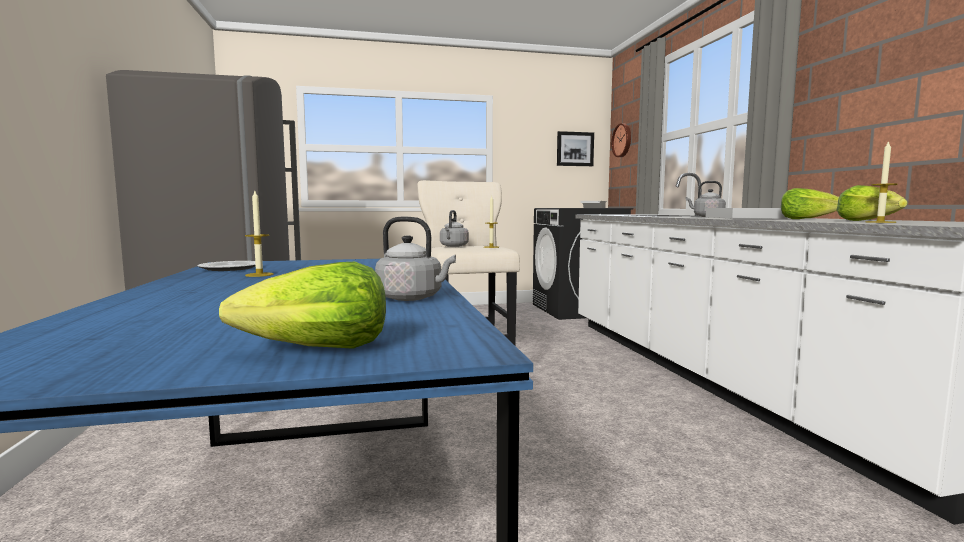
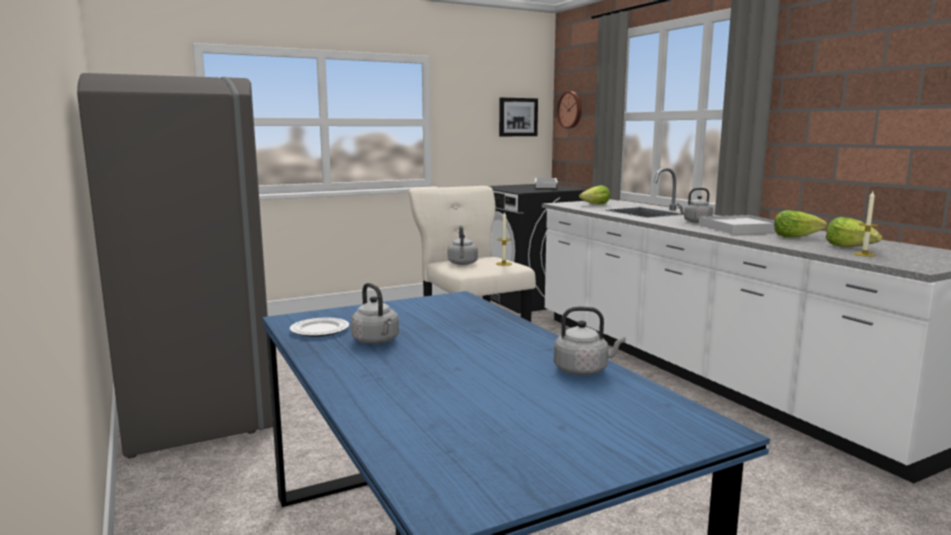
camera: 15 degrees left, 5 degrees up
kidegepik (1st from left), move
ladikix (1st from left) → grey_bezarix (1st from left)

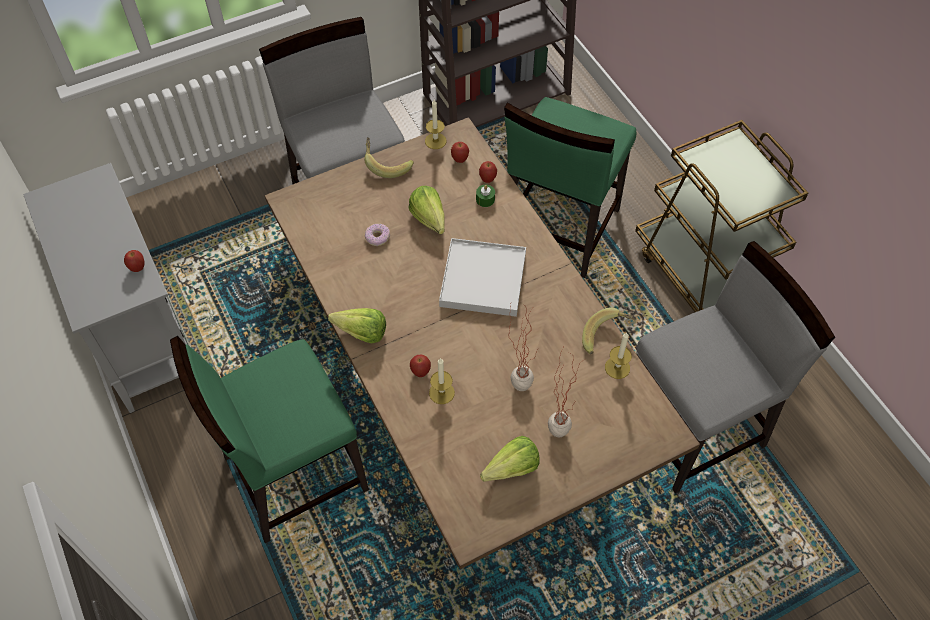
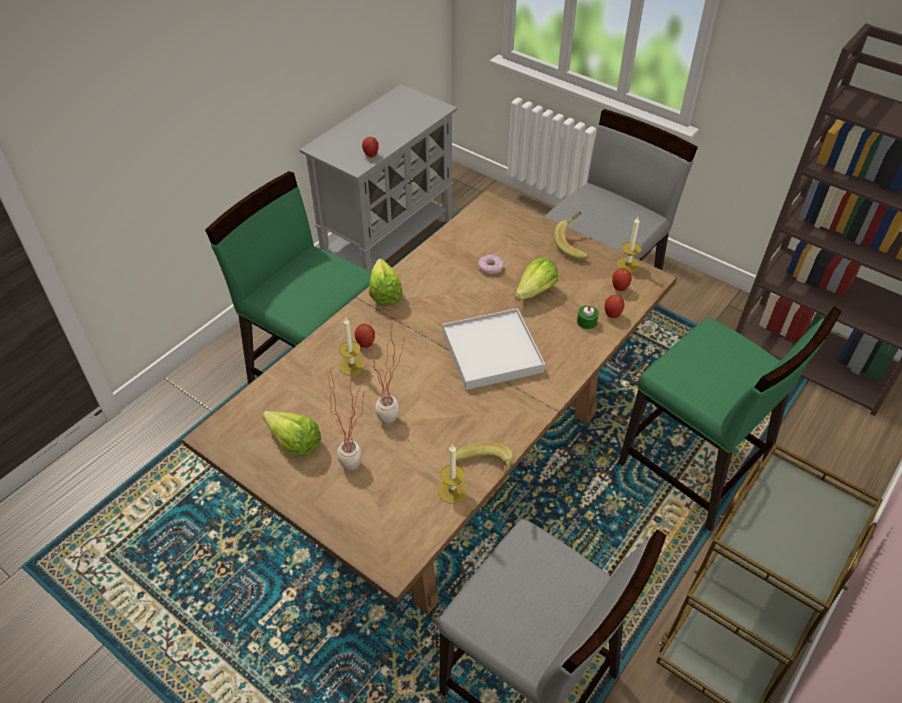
camera: 65 degrees right, 10 degrees down
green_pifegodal (2nd from left), 135 degrees counterclockwise

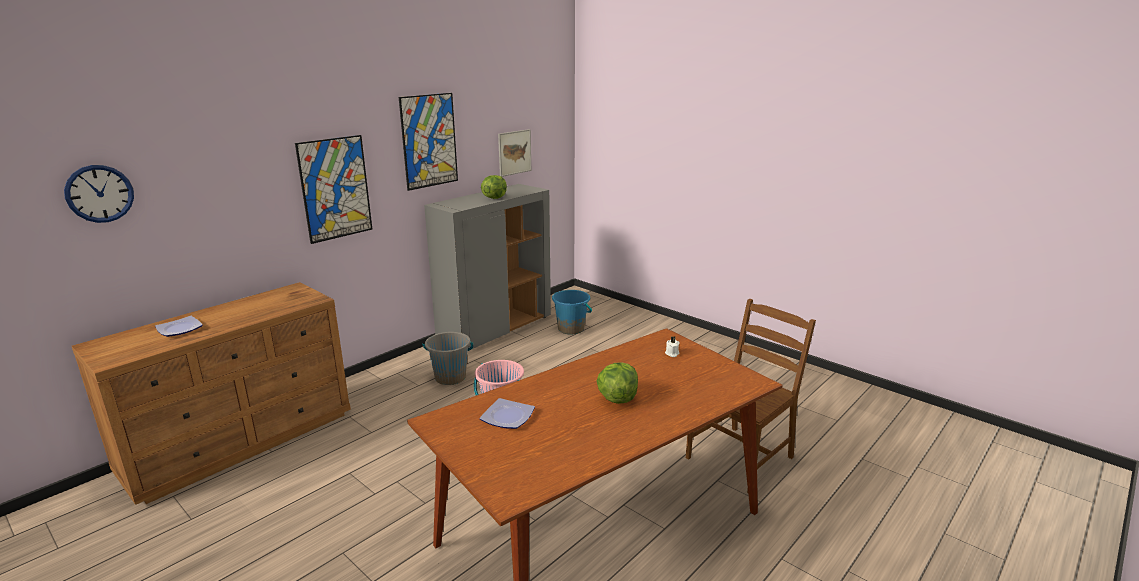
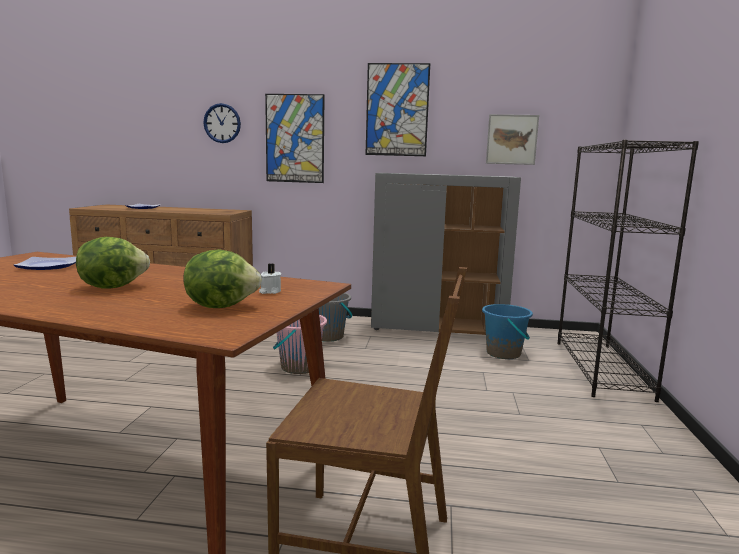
camera: 55 degrees right, 10 degrees down
- → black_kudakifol
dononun, move
kidegepik (1st from left in the first image) → kidegepik (2nd from left), move

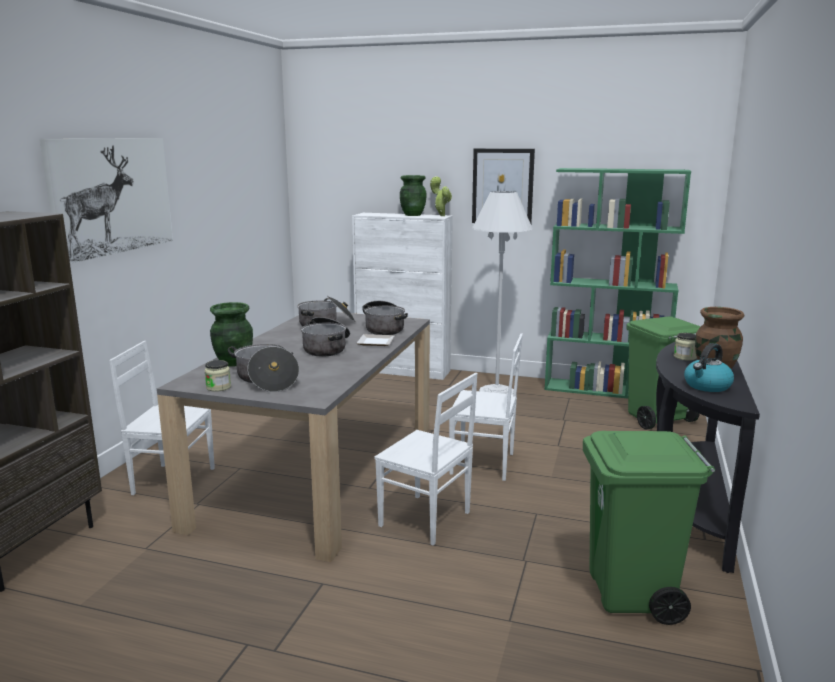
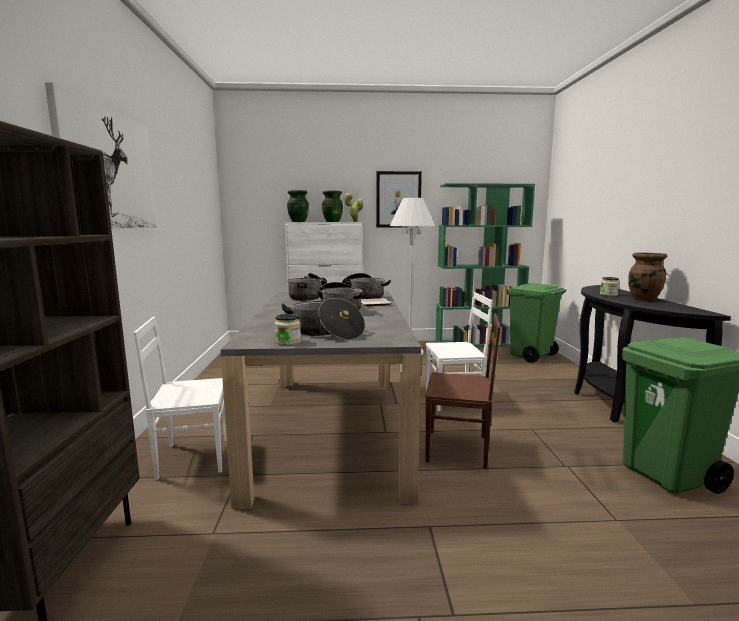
camera: 20 degrees left, 5 degrees down
bezarix → -
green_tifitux (1st from left), move
white_pifegodal (2nd from left) → brown_pifegodal

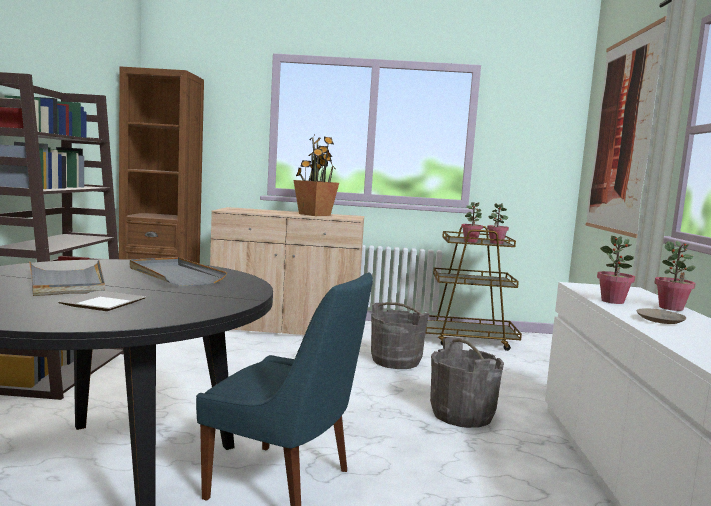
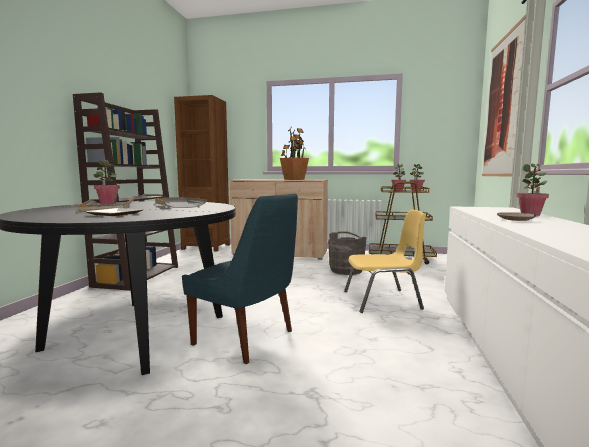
camera: 10 degrees right, 0 degrees up
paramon (4th from left in the first image) → paramon (1st from left), move
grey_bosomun (2nd from left) → yellow_pifegodal

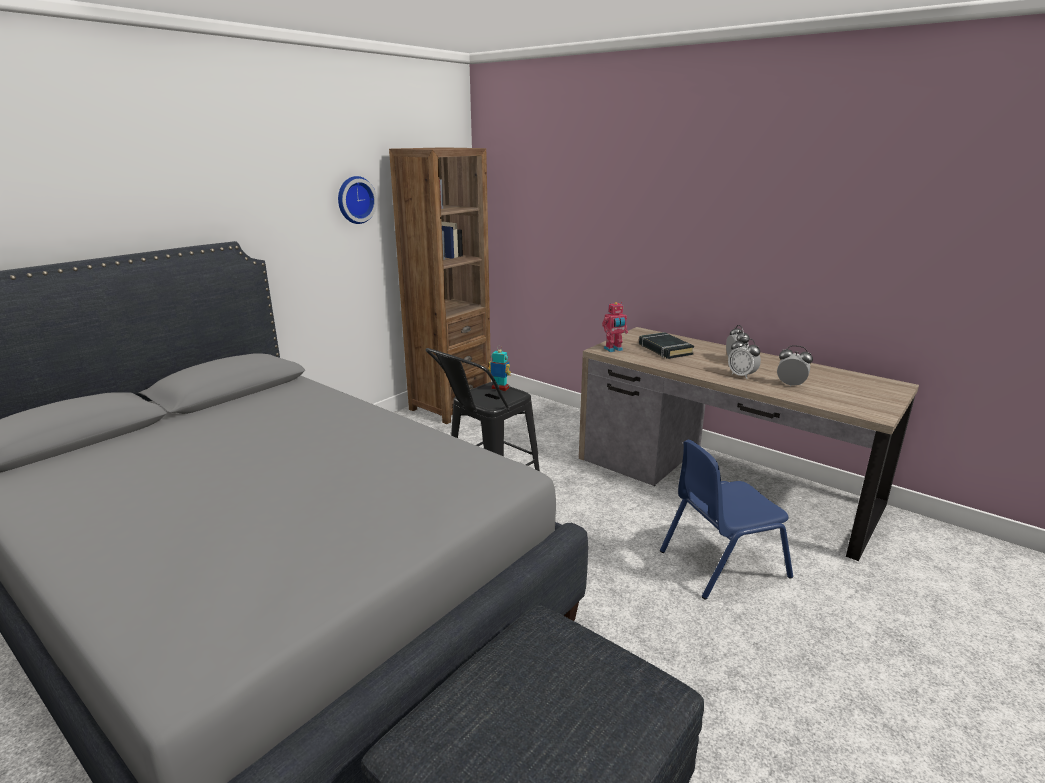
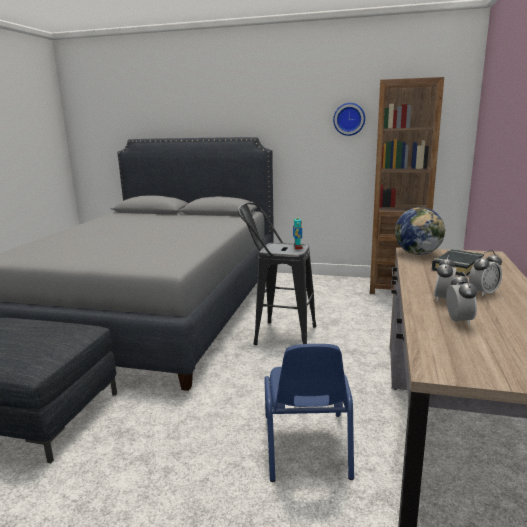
camera: 65 degrees right, 5 degrees down
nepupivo (2nd from left) → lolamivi
blue_pifegodal, 135 degrees counterclockwise

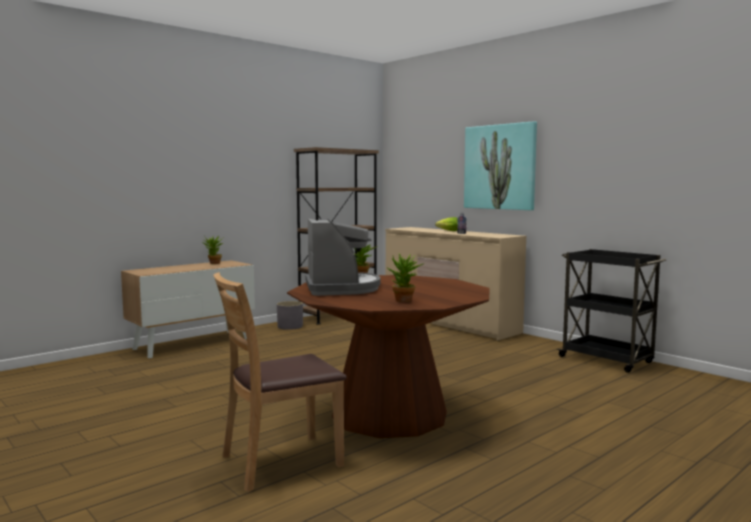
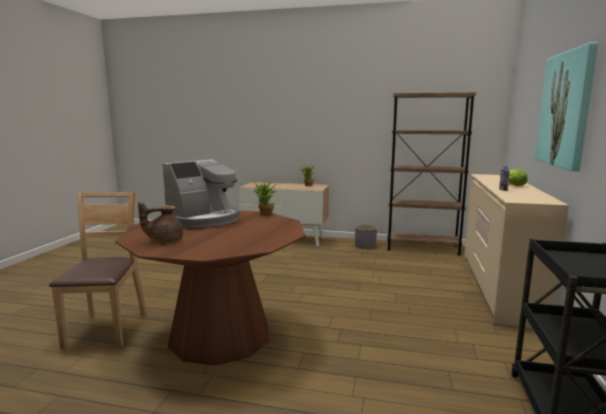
camera: 55 degrees right, 5 degrees up
paramon (3rd from left) → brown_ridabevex
brown_pifegodal, 60 degrees clockwise

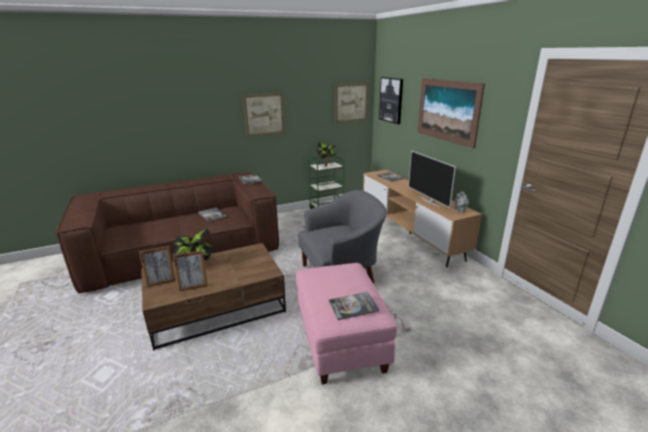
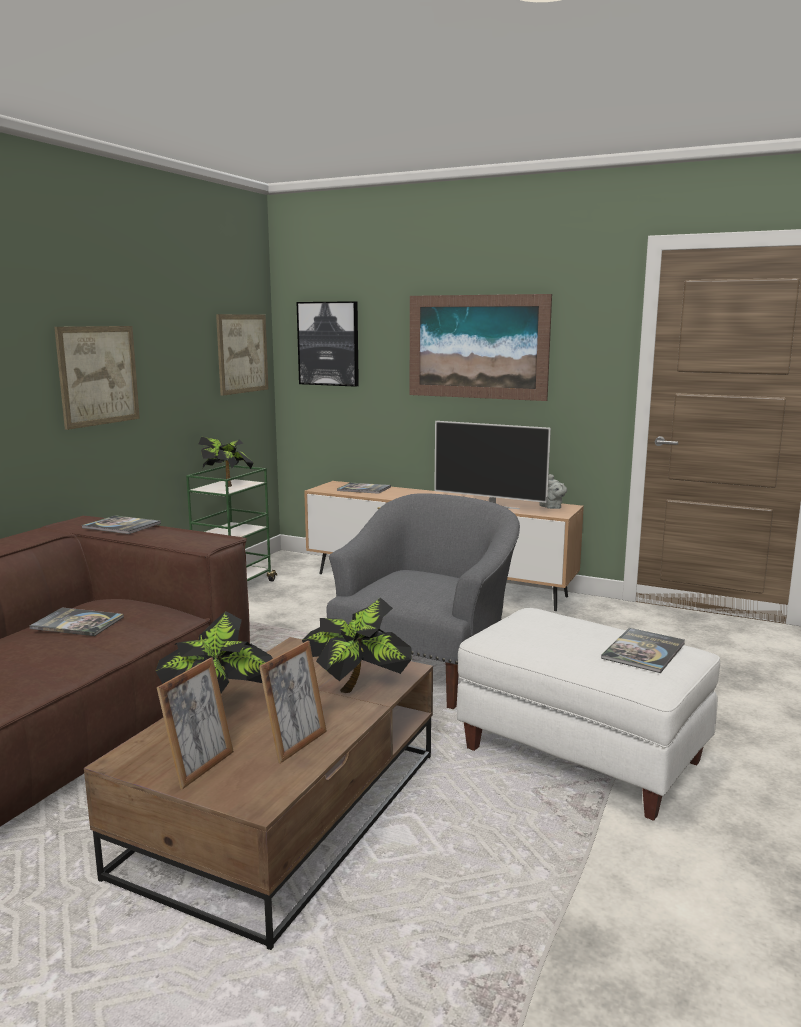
camera: 40 degrees left, 10 degrees down
- → paramon (3rd from left)
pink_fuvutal → white_fuvutal

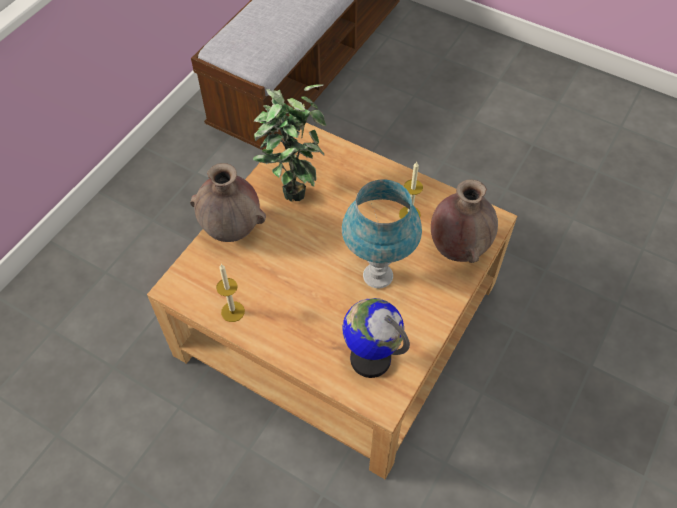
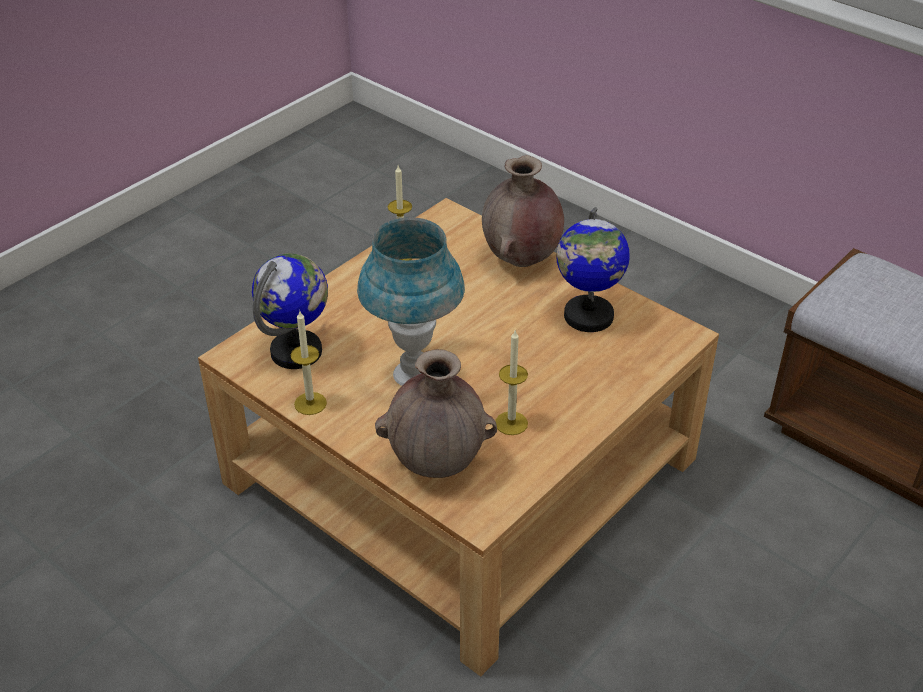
camera: 100 degrees right, 15 degrees down
- → ladikix (1st from left)
paramon → lolamivi (2nd from left)

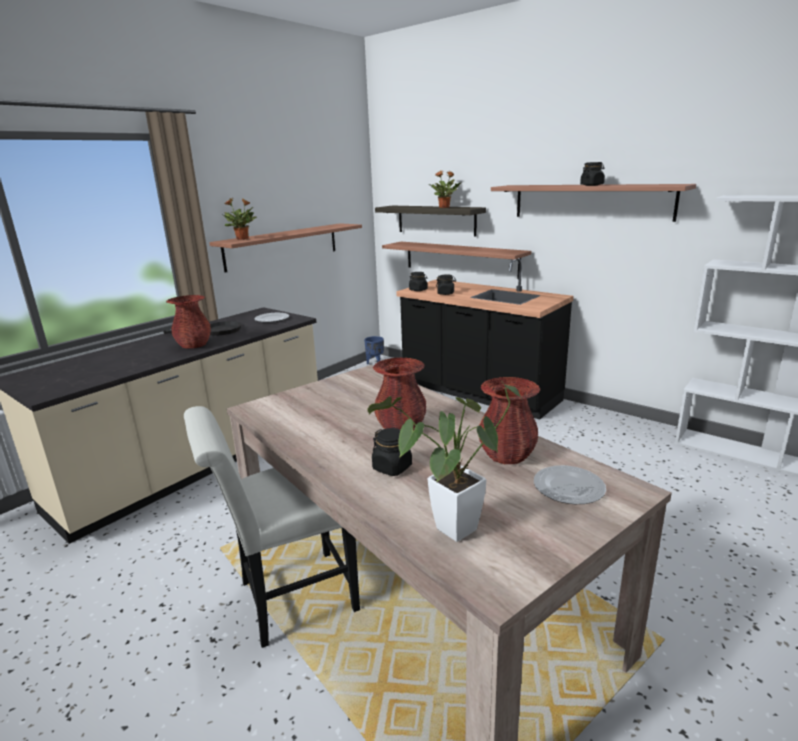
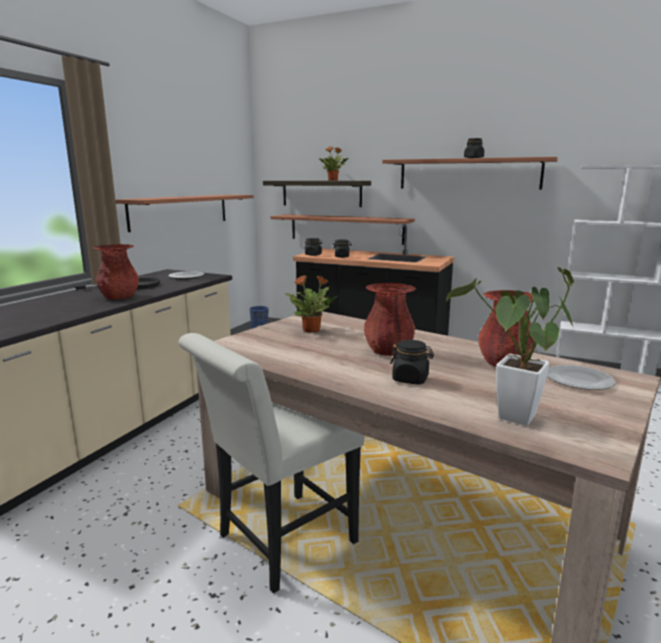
camera: 15 degrees left, 5 degrees down
paramon (1st from left), move

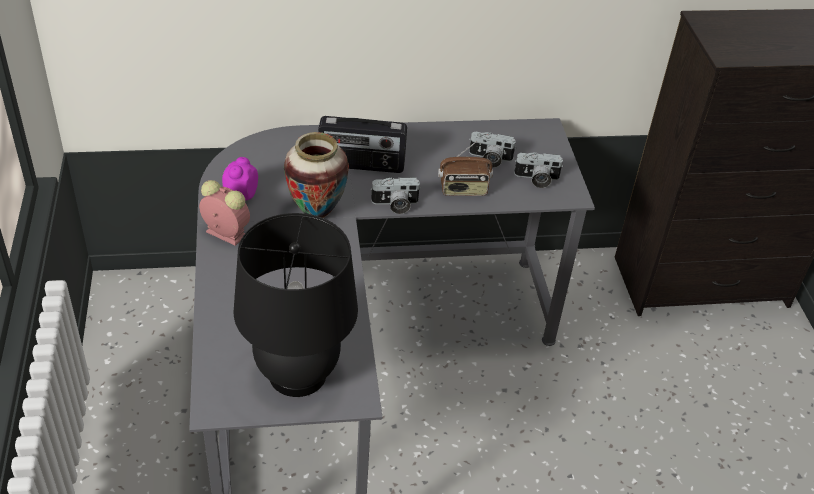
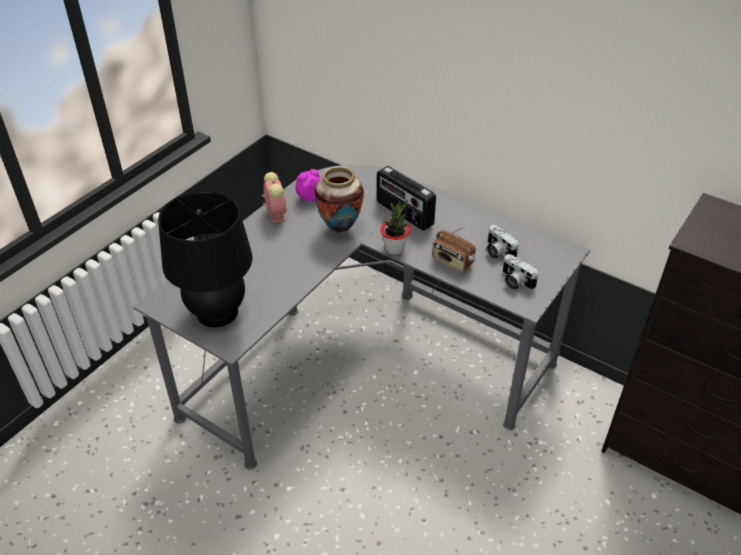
camera: 45 degrees right, 0 degrees up
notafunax (1st from left) → paramon

